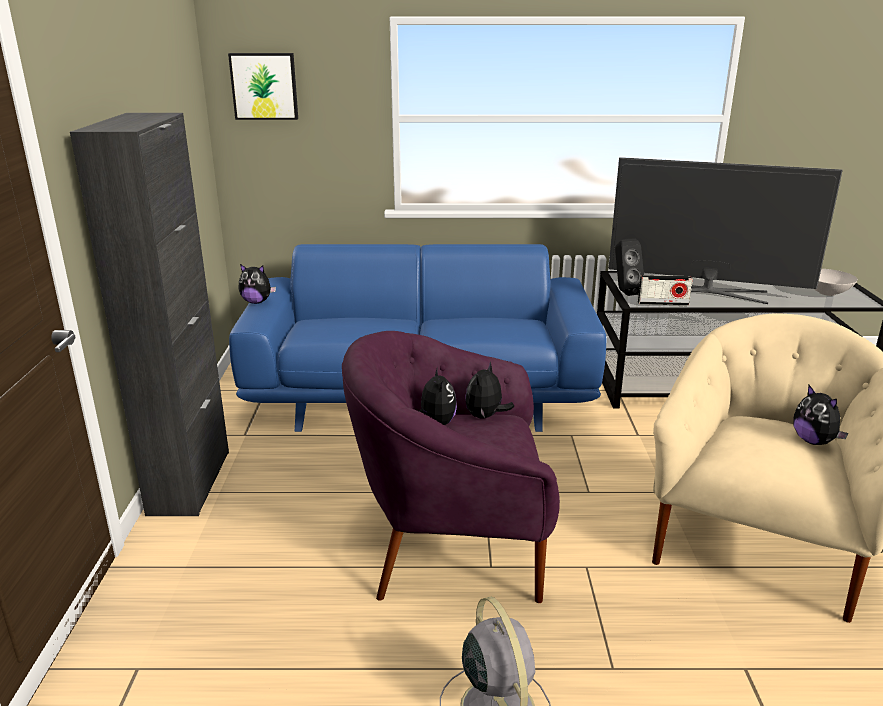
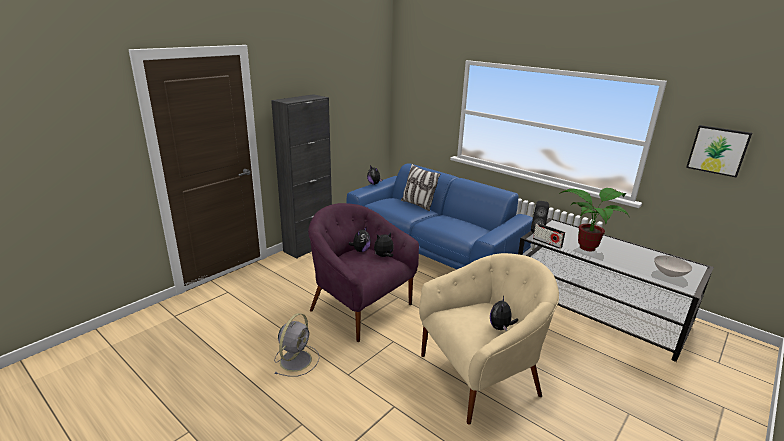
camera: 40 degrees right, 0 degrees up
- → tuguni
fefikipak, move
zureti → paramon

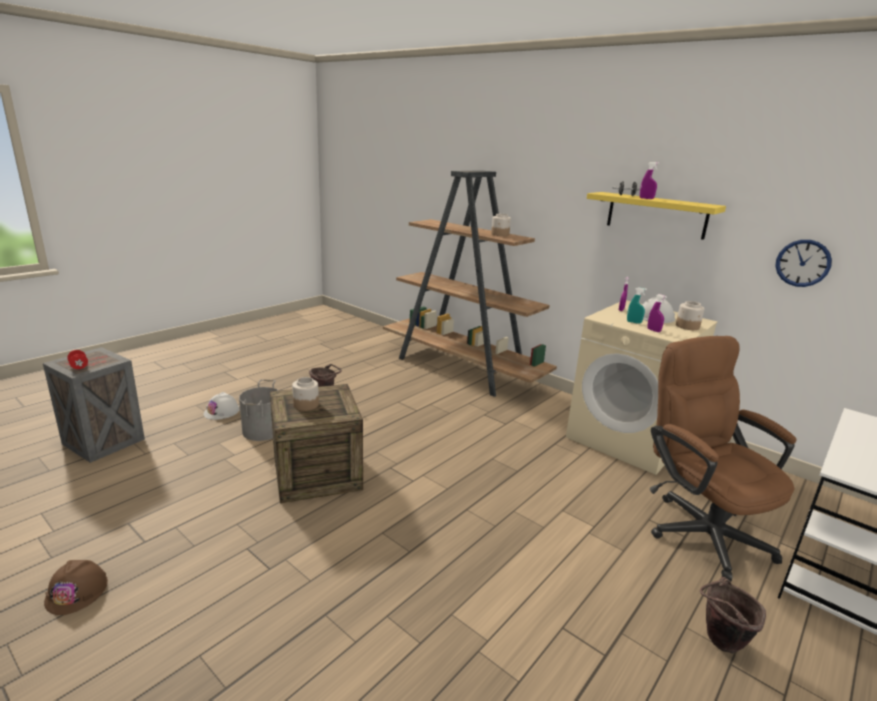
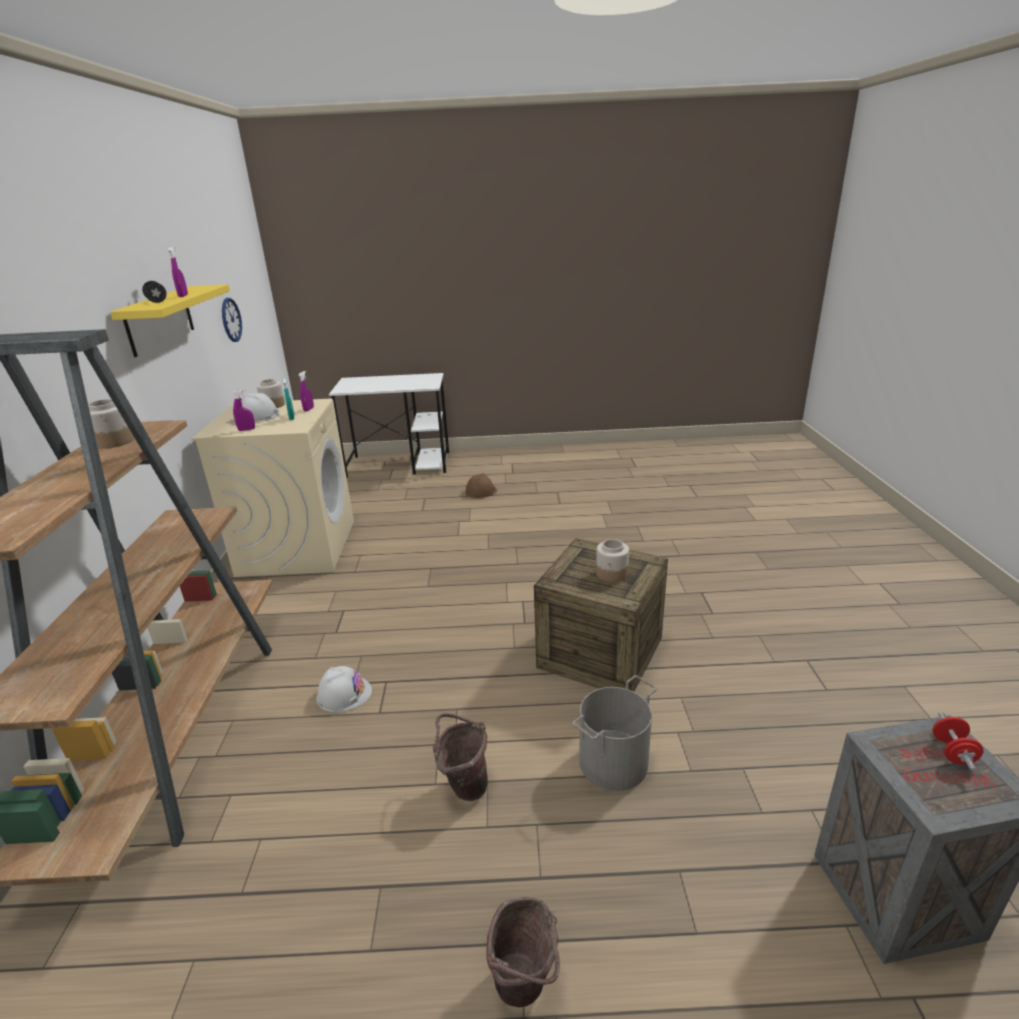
camera: 130 degrees left, 5 degrees up
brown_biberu → -
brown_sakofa, move
white_sakofa (1st from left in the first image) → white_sakofa (2nd from left), move
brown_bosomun (2nd from left), move

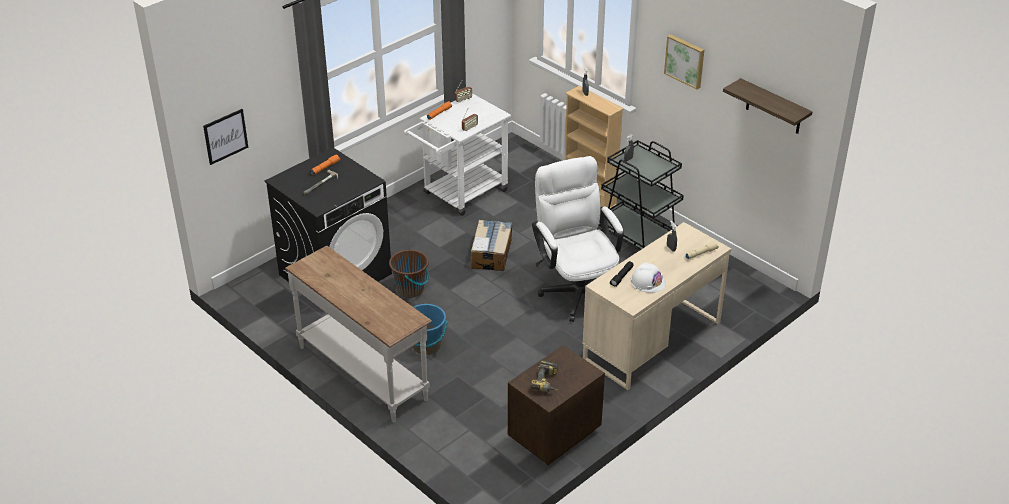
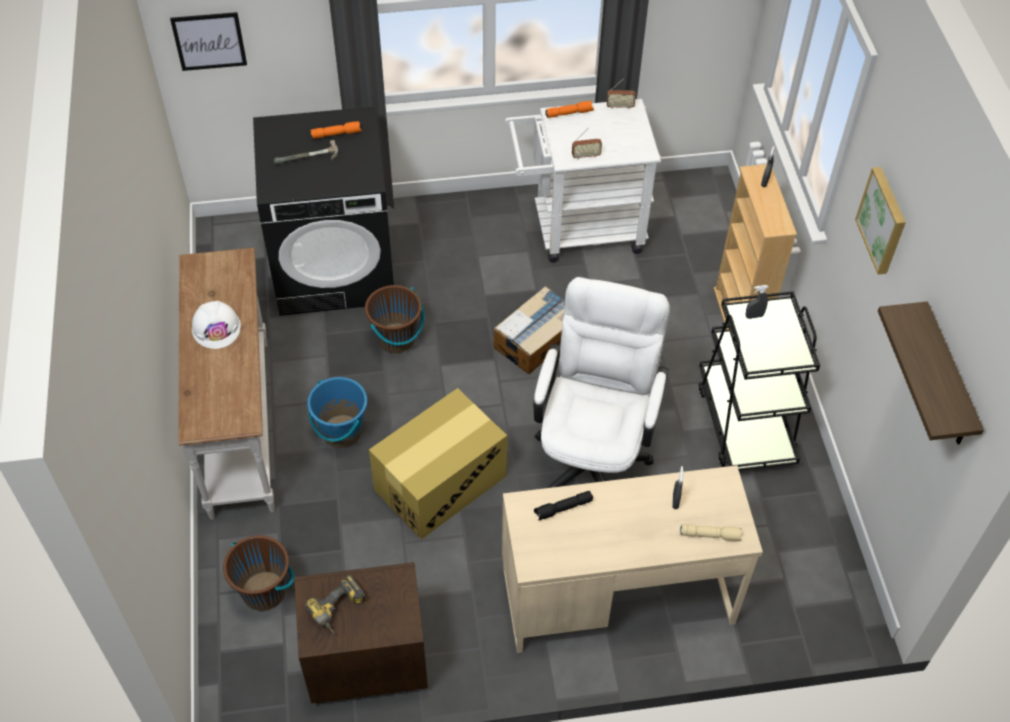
camera: 35 degrees right, 15 degrees up
- → brown_bosomun (1st from left)
- → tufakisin (1st from left)
white_sakofa, move

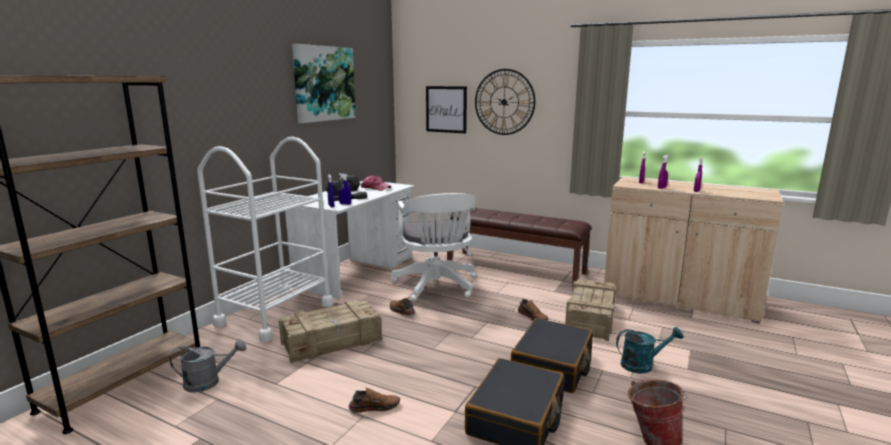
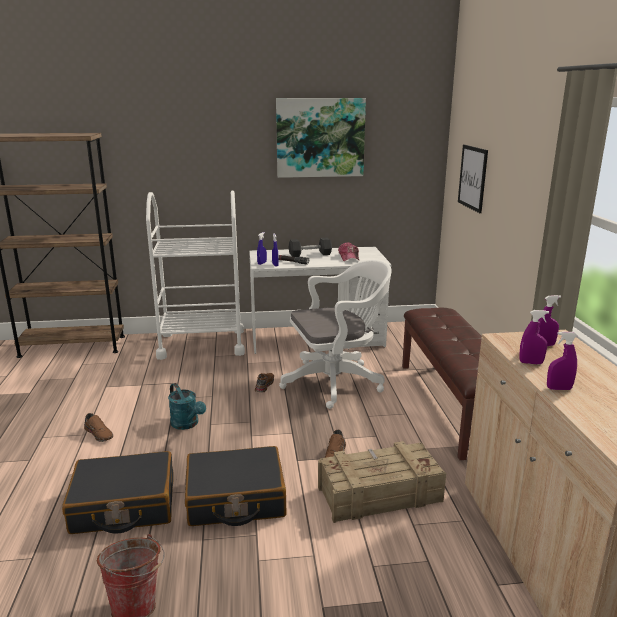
camera: 55 degrees right, 5 degrees up
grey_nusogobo → -
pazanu (1st from left) → -
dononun → -
turquoise_nusogobo, move
white_biberu, 150 degrees counterclockwise

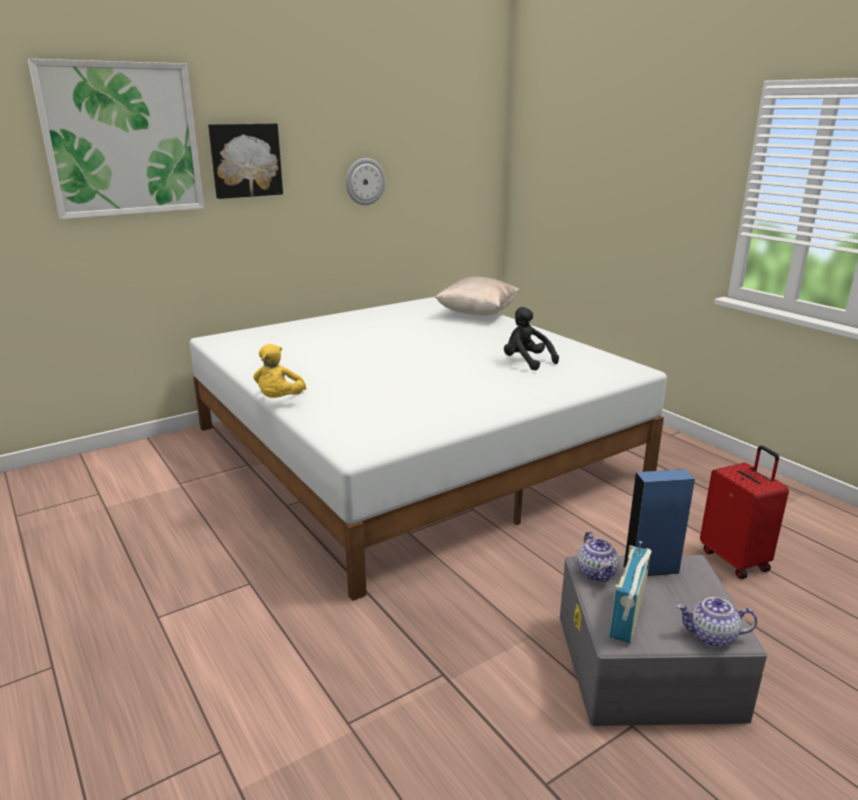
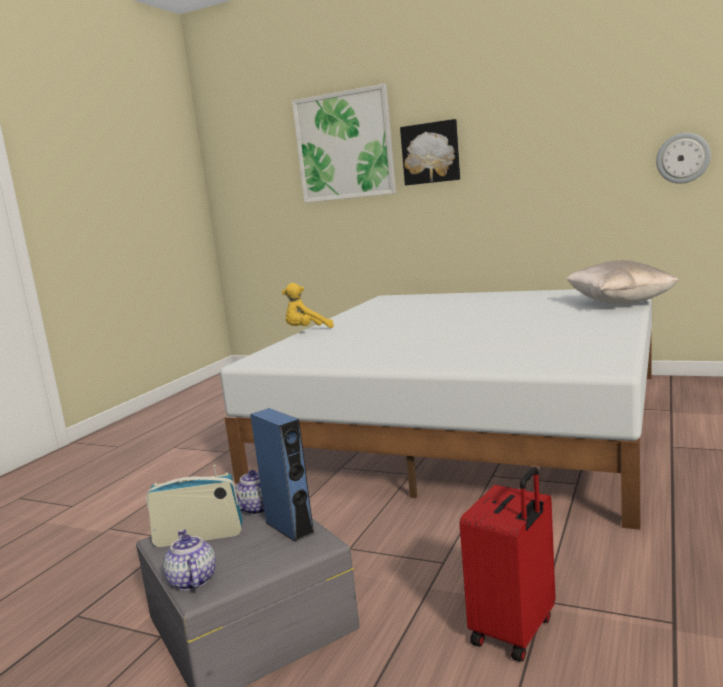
camera: 60 degrees right, 10 degrees down
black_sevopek → -
dononun, move

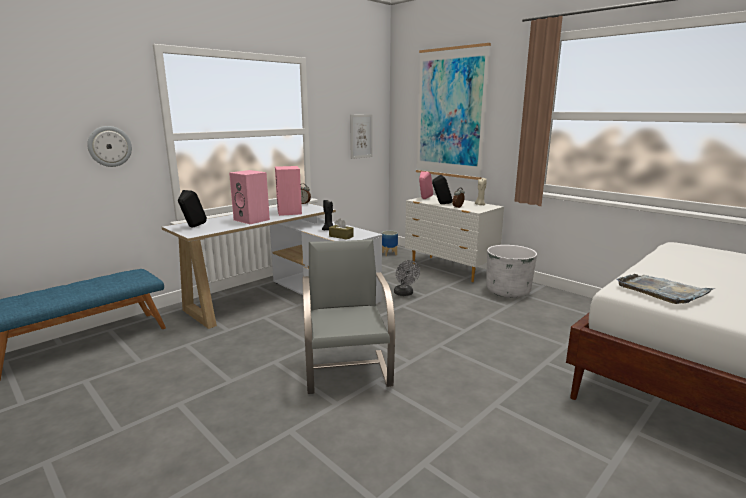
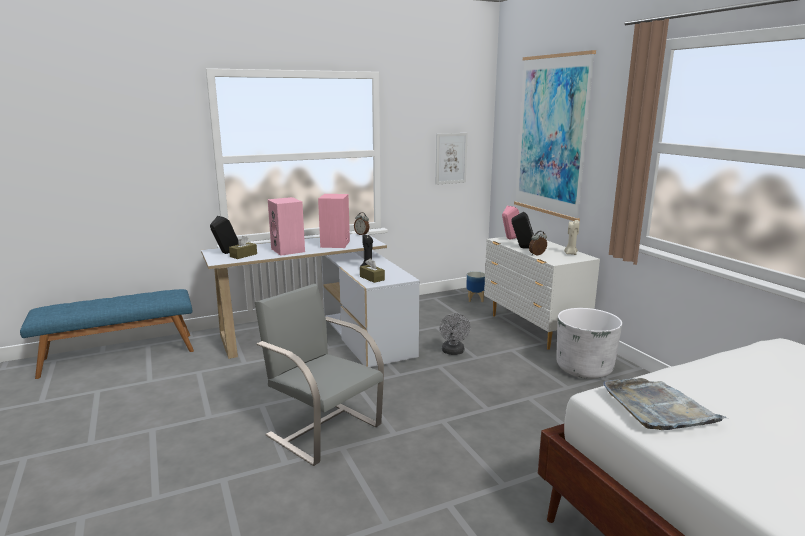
camera: 20 degrees right, 0 degrees up
dononun → -
- → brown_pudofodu (1st from left)
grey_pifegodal, 60 degrees counterclockwise

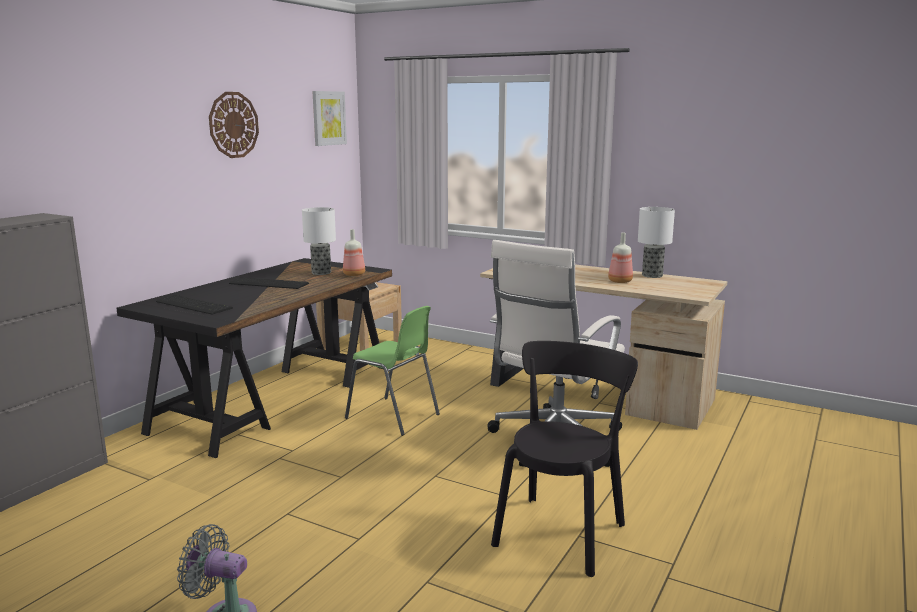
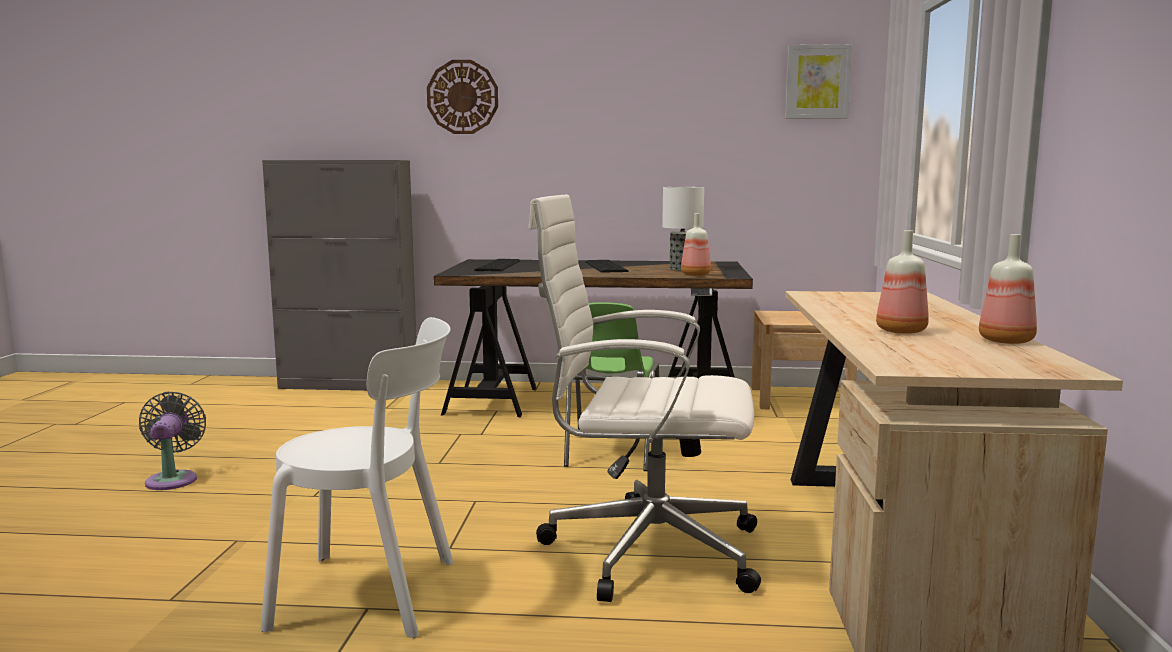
camera: 65 degrees right, 5 degrees down
dononun, move
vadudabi (2nd from left) → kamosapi (3rd from left)
black_pifegodal → white_pifegodal

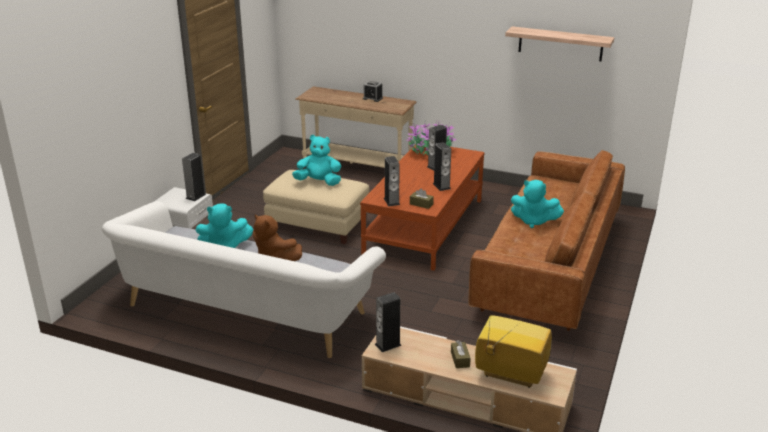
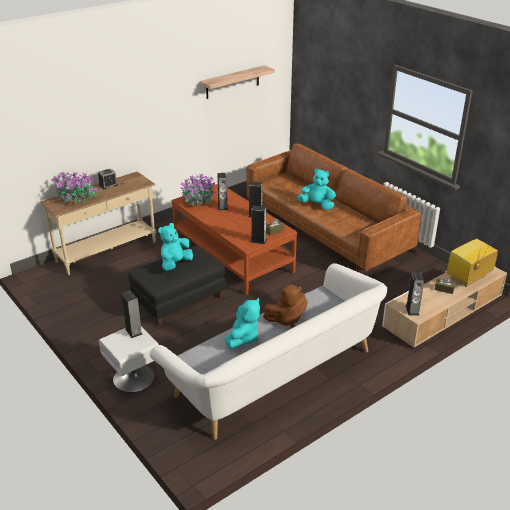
camera: 60 degrees left, 5 degrees up
- → paramon (1st from left)
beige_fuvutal → black_fuvutal
turquoise_sevopek (3rd from left), 120 degrees counterclockwise

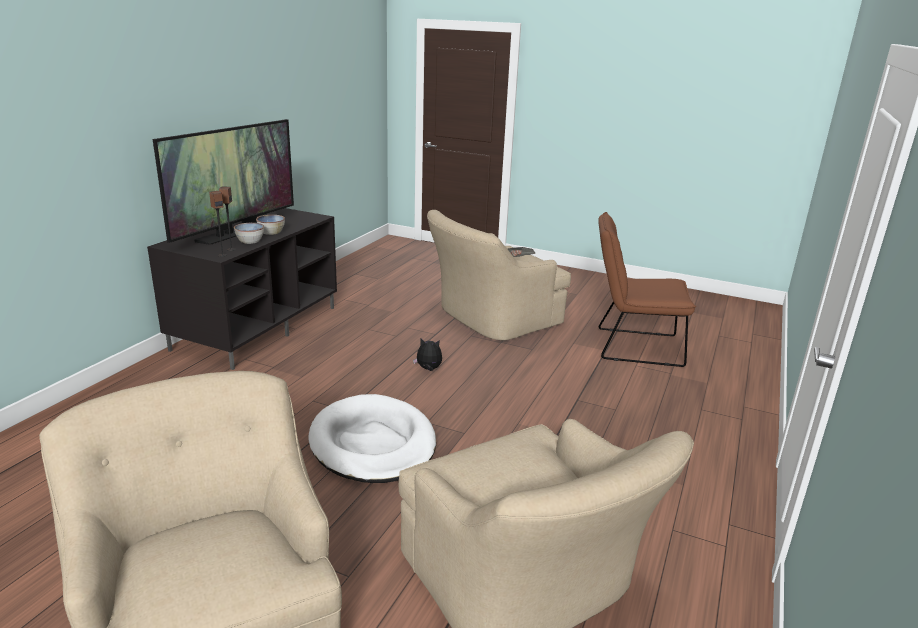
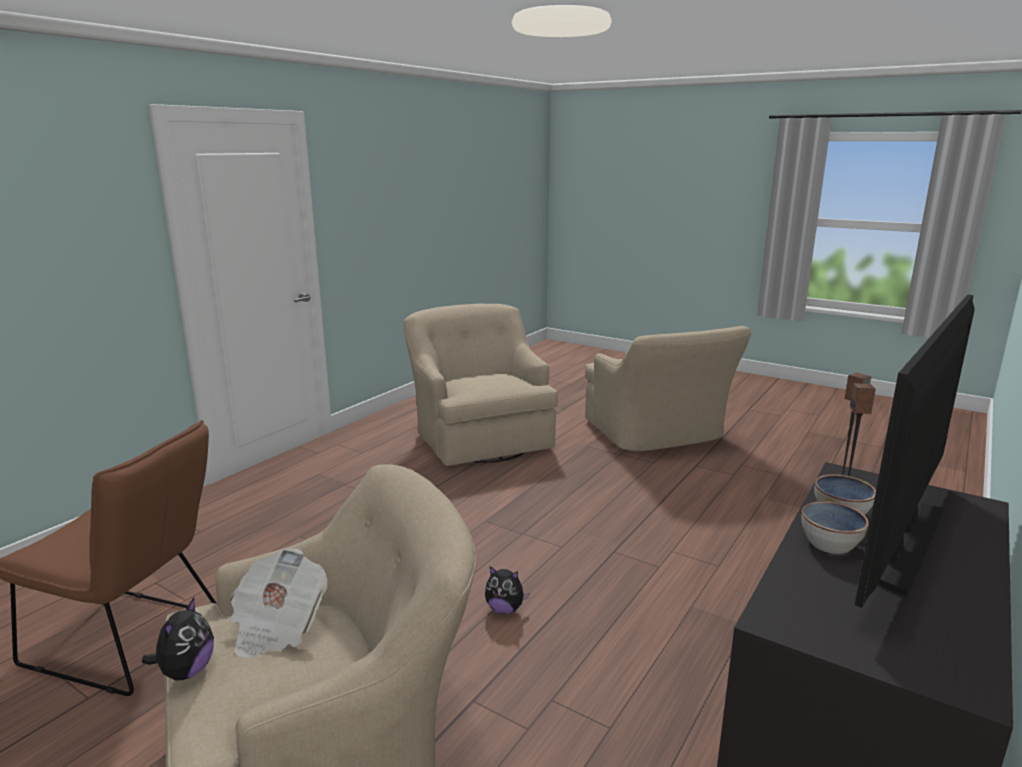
camera: 170 degrees left, 5 degrees down
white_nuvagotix → -
- → sevopek (1st from left)

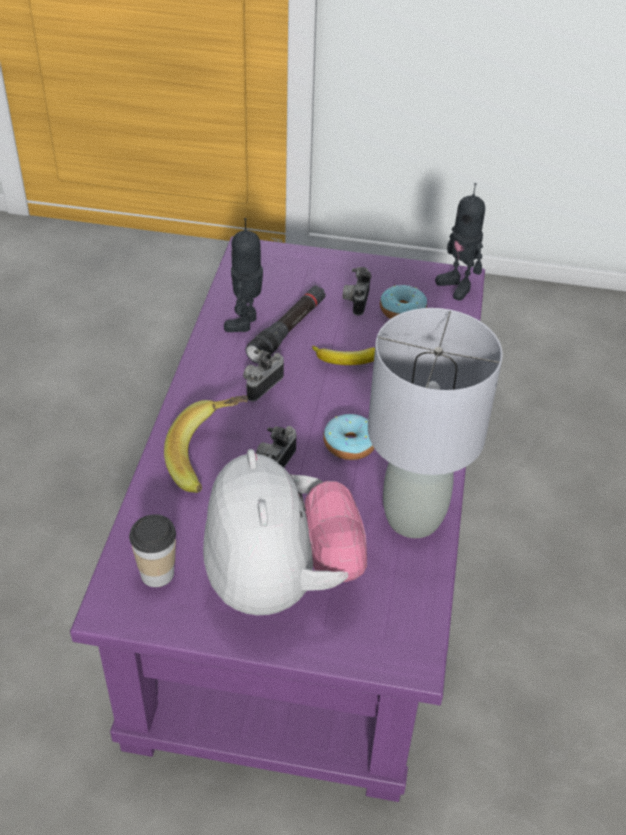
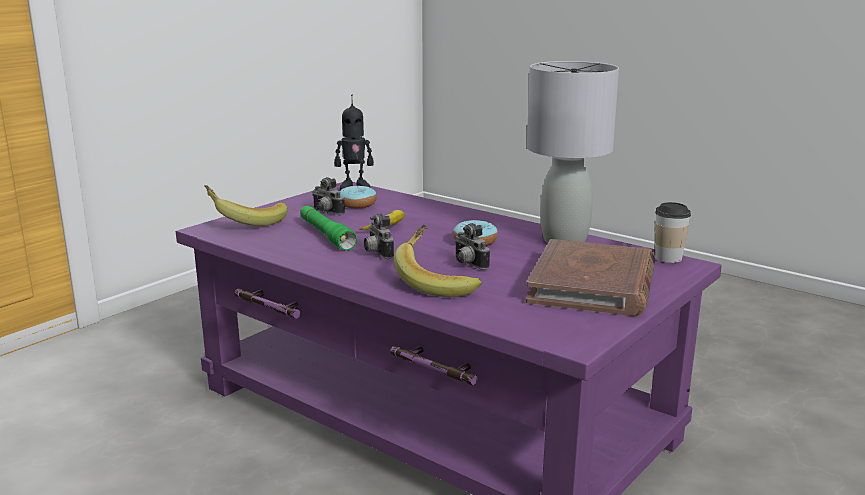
camera: 60 degrees left, 25 degrees down
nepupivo (1st from left) → -
- → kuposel (1st from left)
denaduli, move
sevopek → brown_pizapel
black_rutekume → green_rutekume

